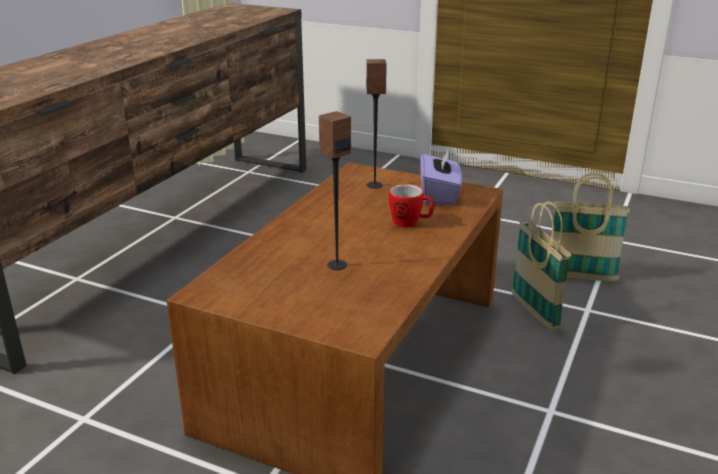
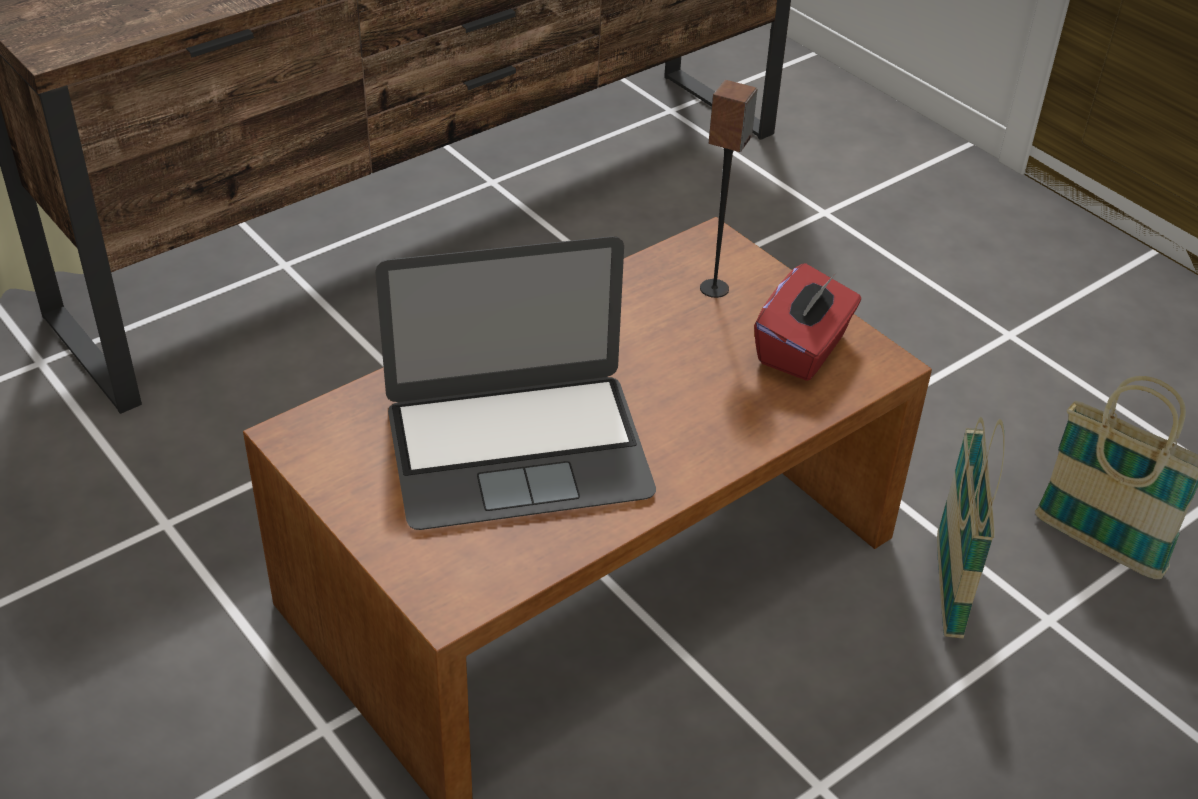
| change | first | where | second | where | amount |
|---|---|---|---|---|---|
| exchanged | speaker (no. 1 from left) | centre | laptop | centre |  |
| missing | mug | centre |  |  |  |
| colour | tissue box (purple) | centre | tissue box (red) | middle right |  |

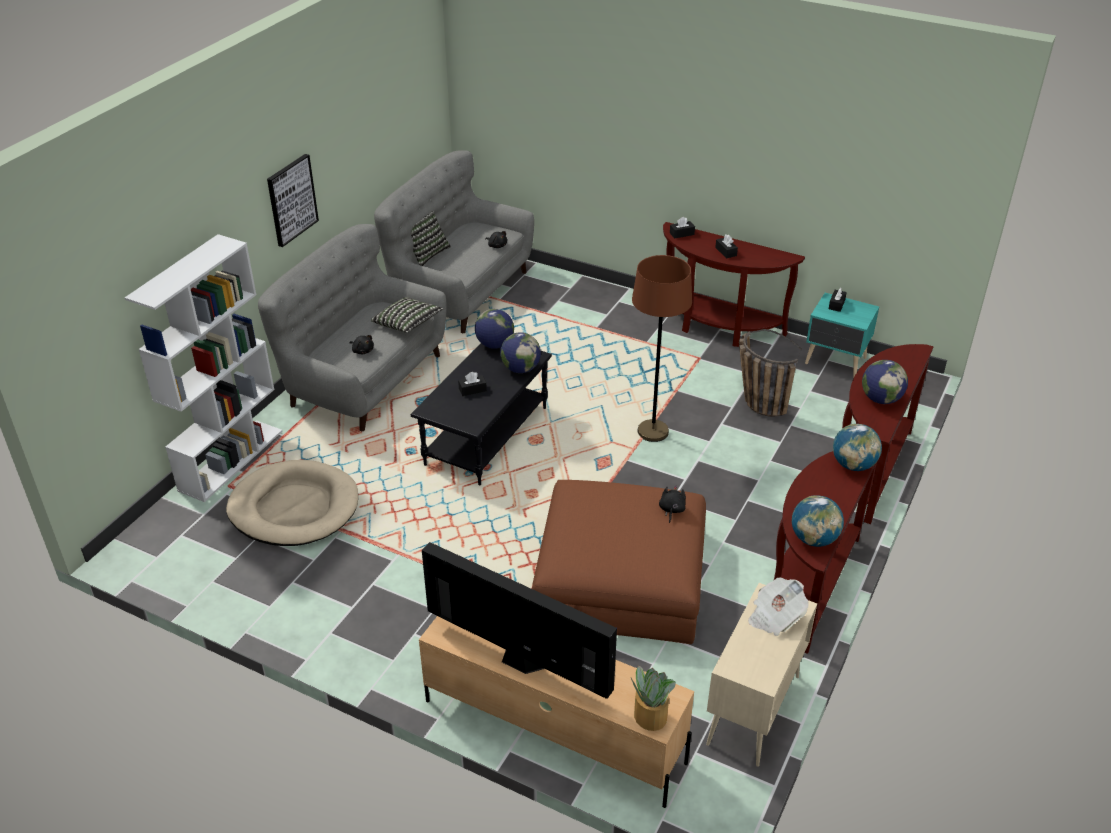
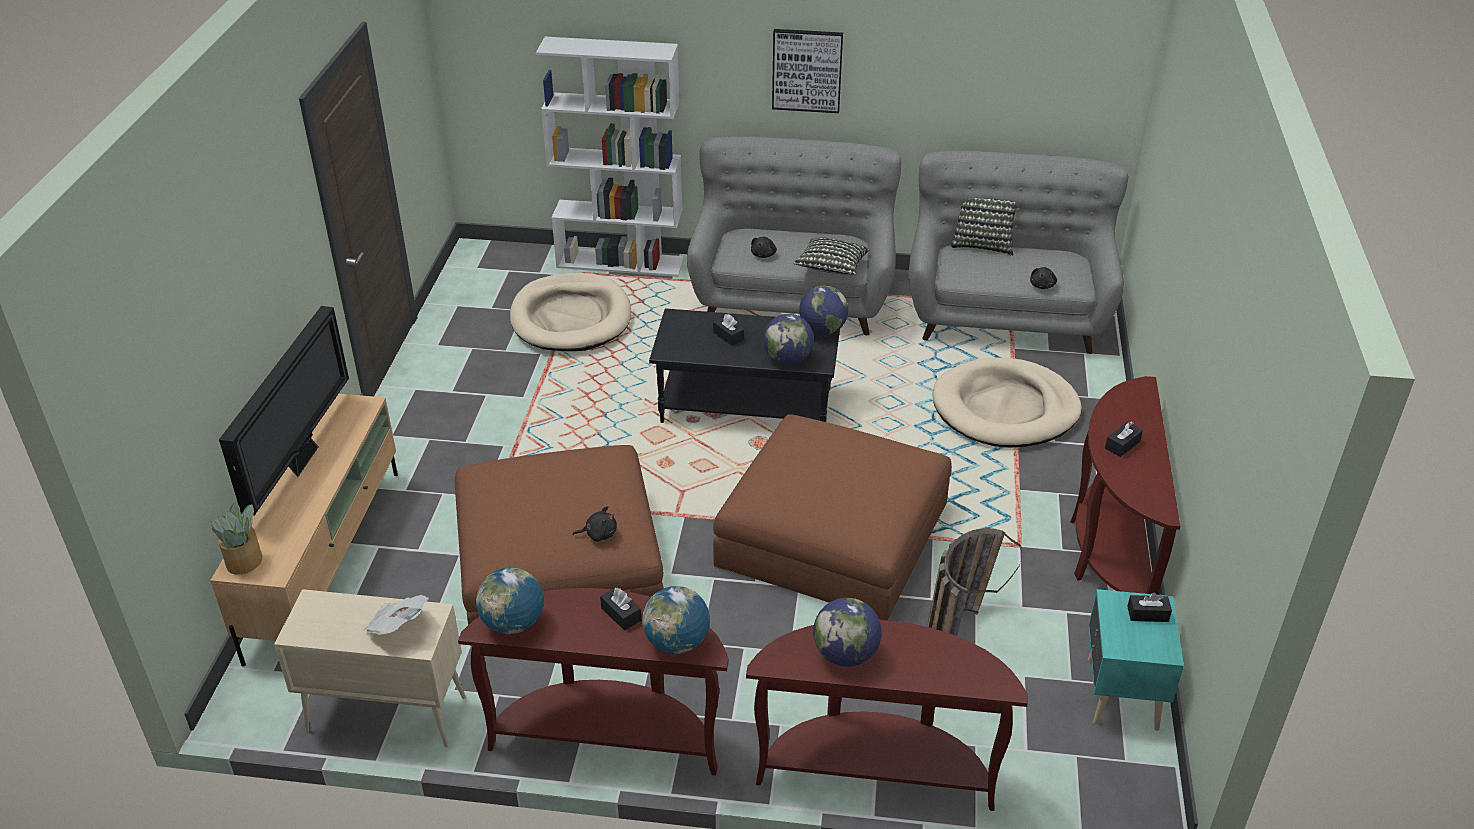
| change | first | where | second | where | amount |
|---|---|---|---|---|---|
| exchanged | floor lamp (brown) | centre | ottoman (brown) (no. 2 from left) | centre |  |
| relocated | tissue box (black) (no. 2 from left in the first image) | top centre | tissue box (black) (no. 1 from left) | bottom centre |  |
| appeared |  |  | dog bed (beige) (no. 2 from left) | middle right |  |

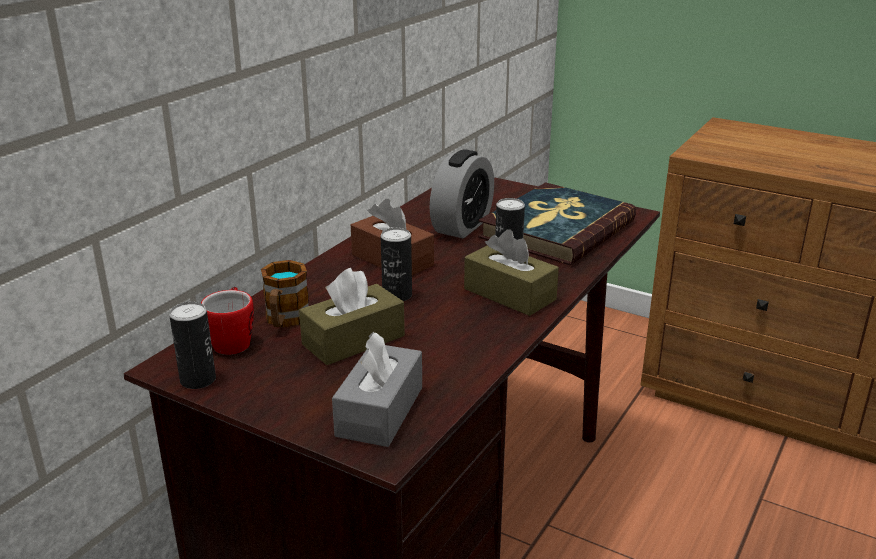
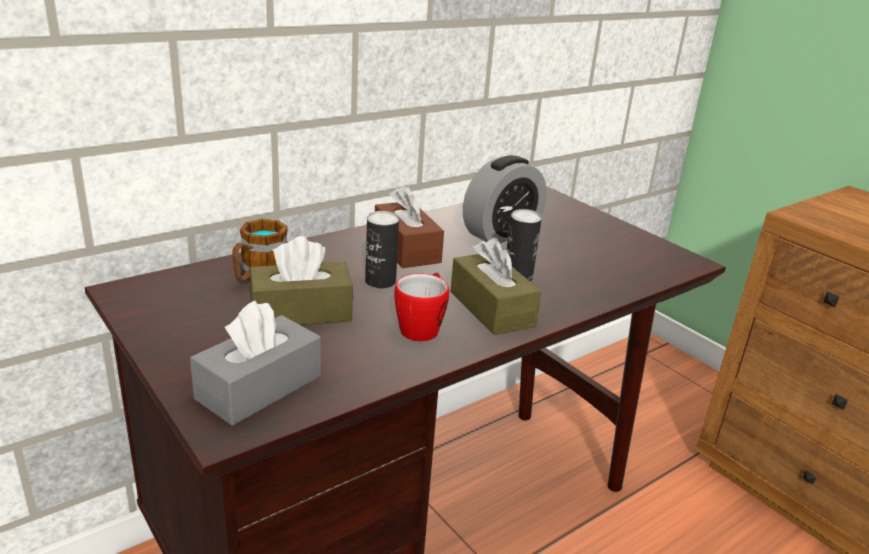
| change | first | where | second | where | amount |
|---|---|---|---|---|---|
| missing | can (no. 1 from left) | middle left |  |  |  |
| relocated | mug (no. 1 from left in the first image) | middle left | mug (no. 2 from left) | centre |  |
| missing | book | centre |  |  |  |

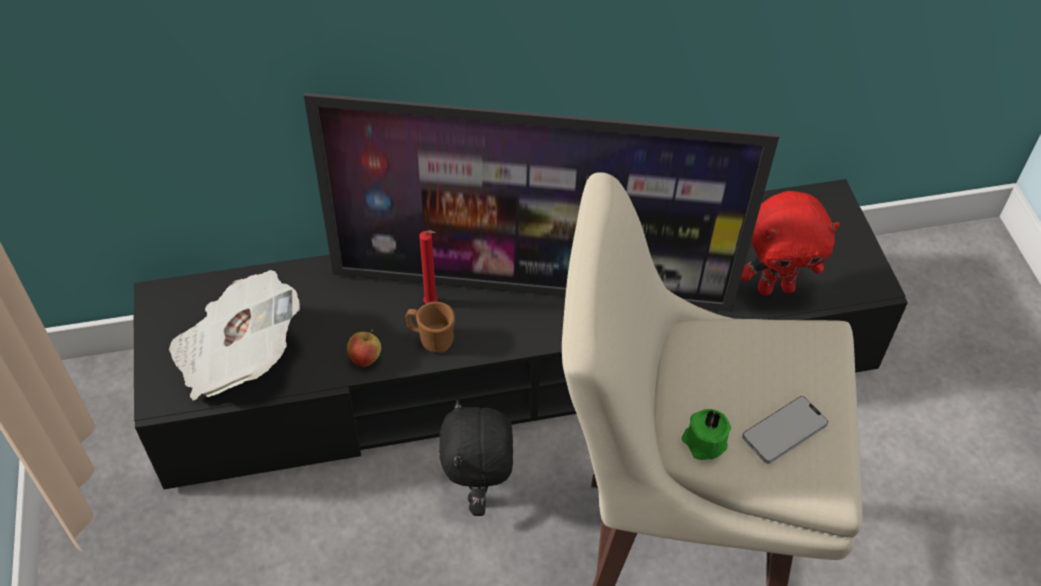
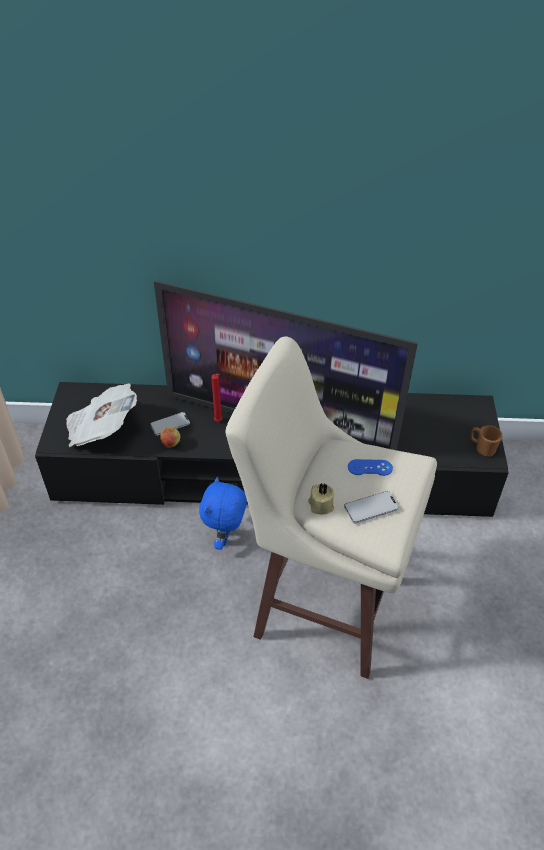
| change | first | where | second | where | amount |
|---|---|---|---|---|---|
| relocated | mug (brown) | centre |  | middle right |  |
| colour | plush toy (black) | bottom centre | plush toy (blue) | centre |  |
| colour | candle (green) | bottom right | candle (beige) | centre |  |
| missing | plush toy (red) | middle right |  |  |  |
| appeared |  |  | phone (no. 1 from left) | middle left |  |
| appeared |  |  | game controller (blue) | middle right |  |

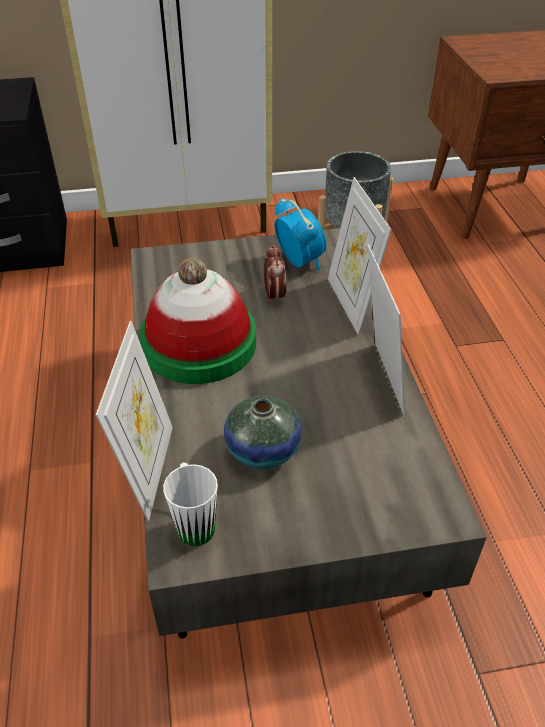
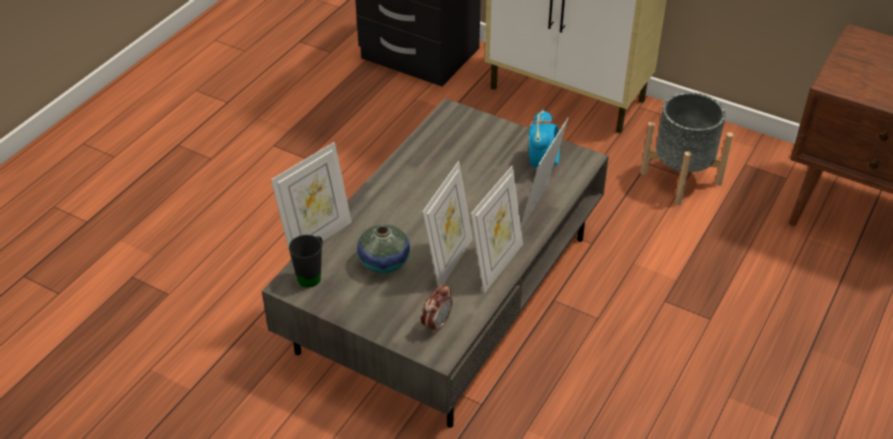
| change | first | where | second | where | amount |
|---|---|---|---|---|---|
| missing | hat | centre |  |  |  |
| colour | mug (white) | bottom centre | mug (black) | centre |  |
| relocated | alarm clock (no. 1 from left) | centre |  | bottom centre |  |
| appeared |  |  | picture frame (no. 2 from left) | centre |  |

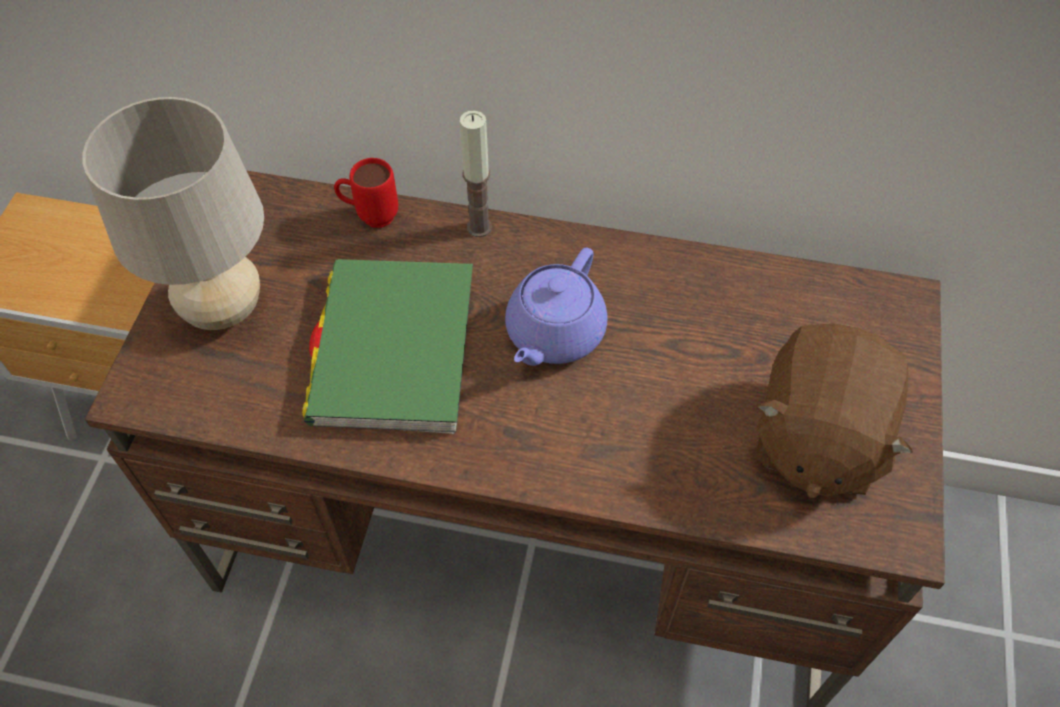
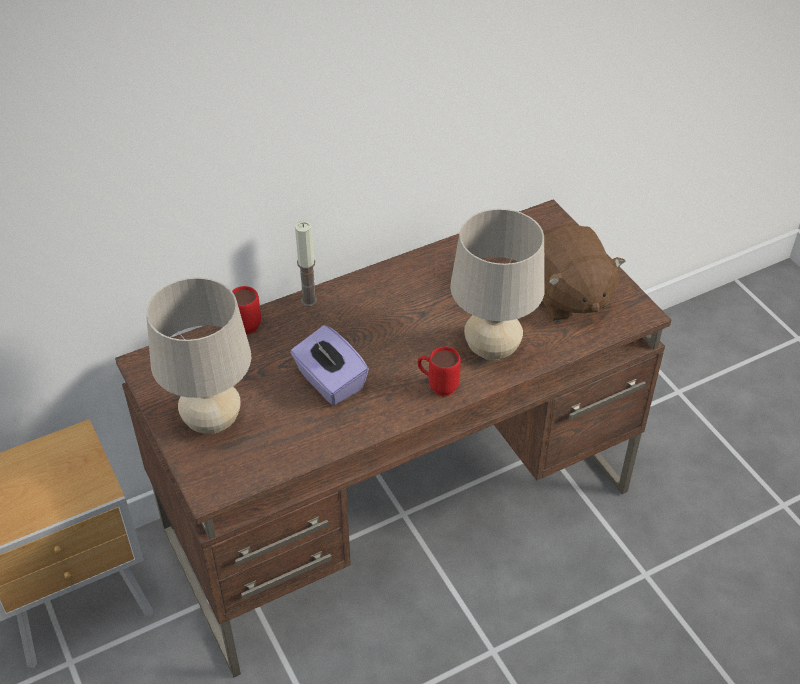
| change | first | where | second | where | amount |
|---|---|---|---|---|---|
| exchanged | book (green) | centre | tissue box (purple) | centre |  |
| missing | teapot (purple) | centre |  |  |  |
| appeared |  |  | mug (red) (no. 2 from left) | centre |  |
| appeared |  |  | table lamp (beige) (no. 2 from left) | centre |  |

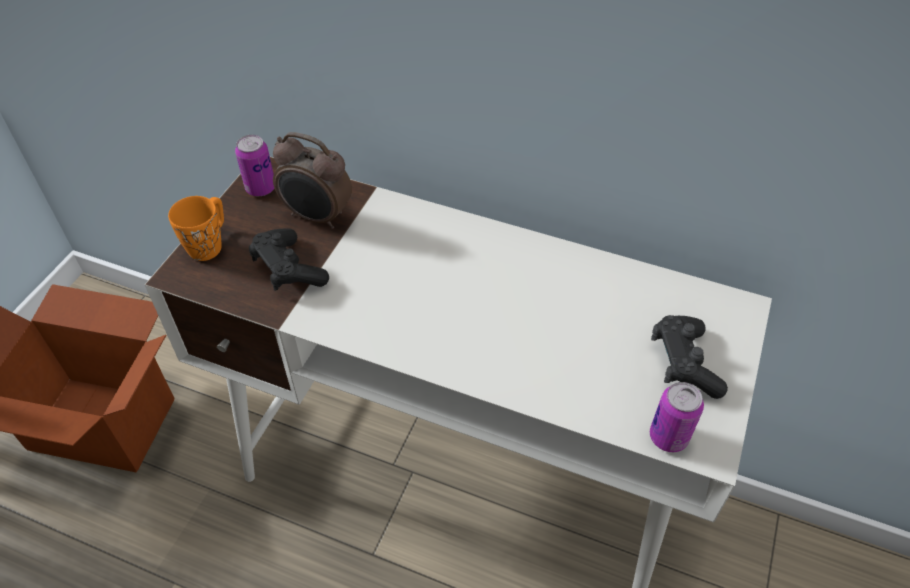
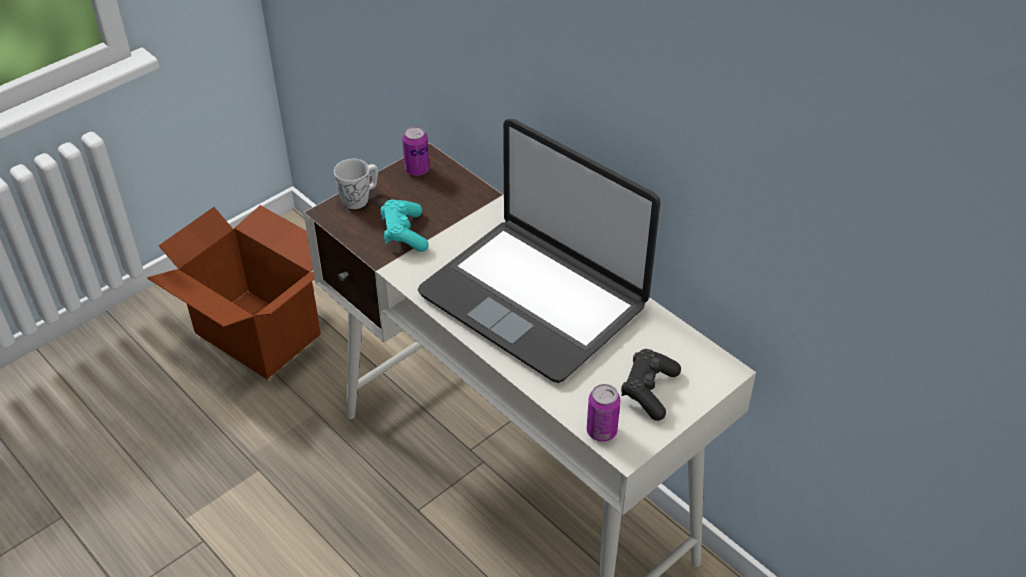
| change | first | where | second | where | amount |
|---|---|---|---|---|---|
| colour | mug (orange) | middle left | mug (white) | top centre |  |
| colour | game controller (black) (no. 1 from left) | middle left | game controller (turquoise) | centre |  |
| missing | alarm clock | top centre |  |  |  |
| appeared |  |  | laptop | centre |  |

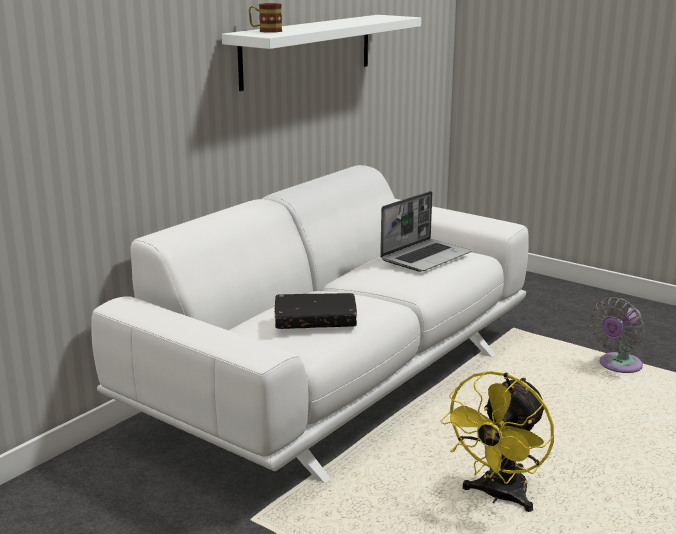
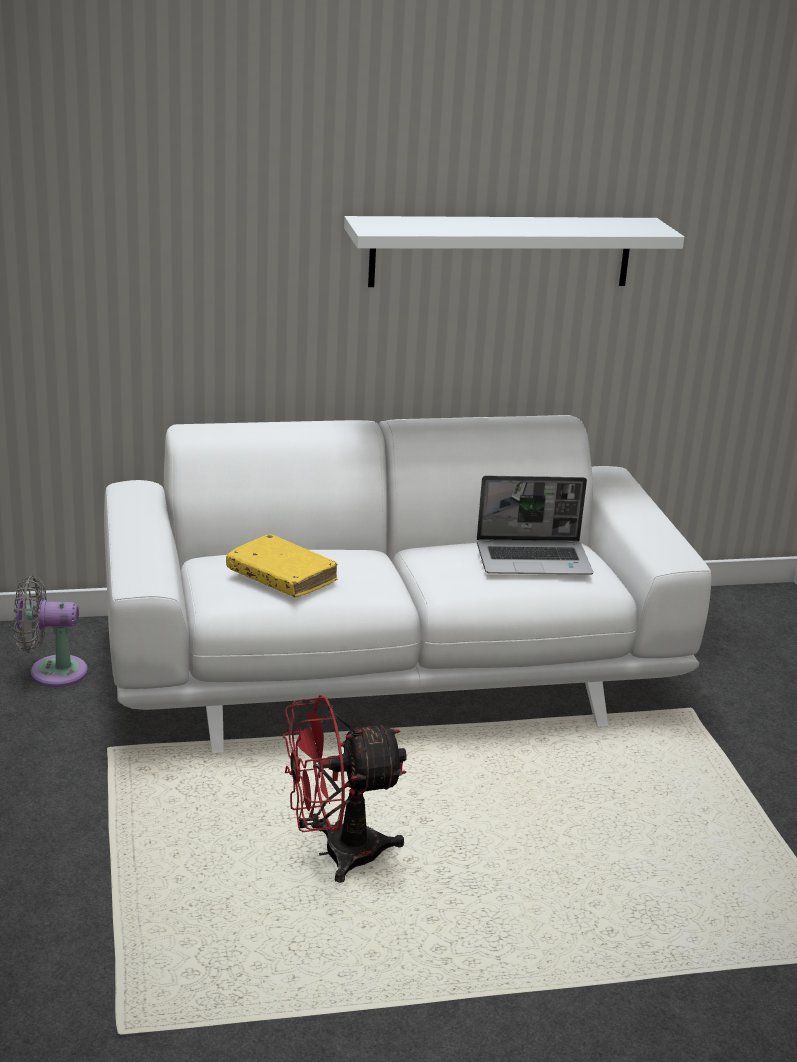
| change | first | where | second | where | amount |
|---|---|---|---|---|---|
| missing | mug | top centre |  |  |  |
| colour | book (black) | centre | book (yellow) | centre |  |
| colour | fan (yellow) | bottom right | fan (red) | bottom centre |  |
| relocated | fan (grey) | middle right |  | middle left |  |

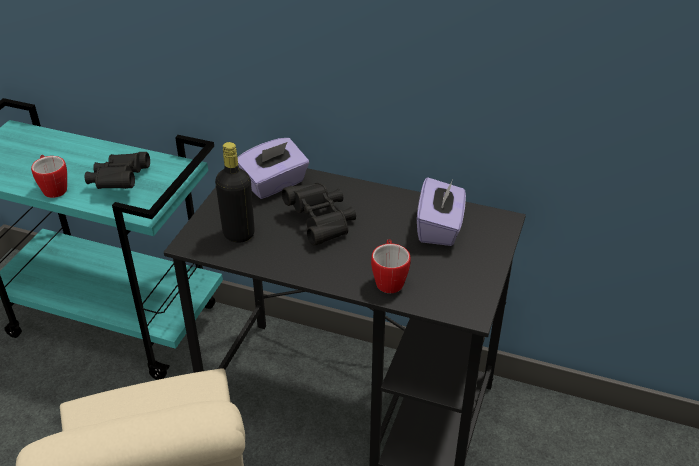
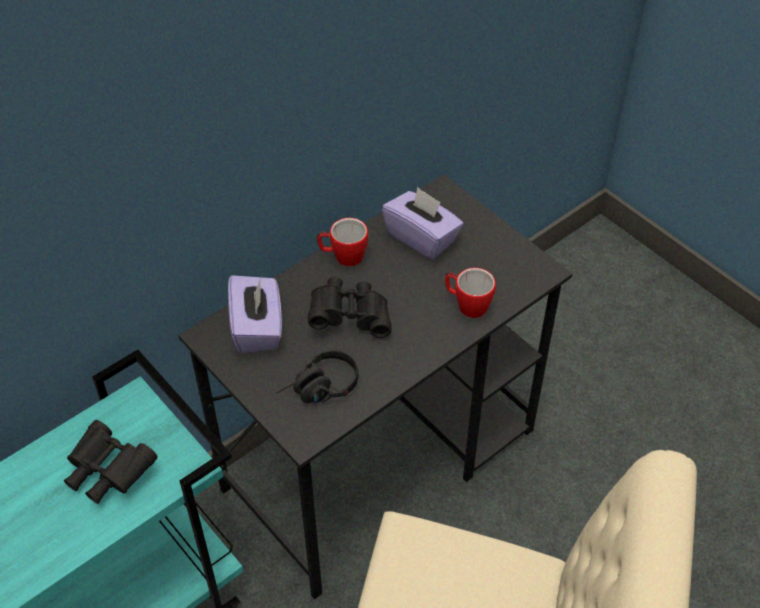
| change | first | where | second | where | amount |
|---|---|---|---|---|---|
| relocated | mug (no. 1 from left) | middle left |  | centre |  |
| exchanged | bottle (black) | centre | headphones (black) | centre |  |

